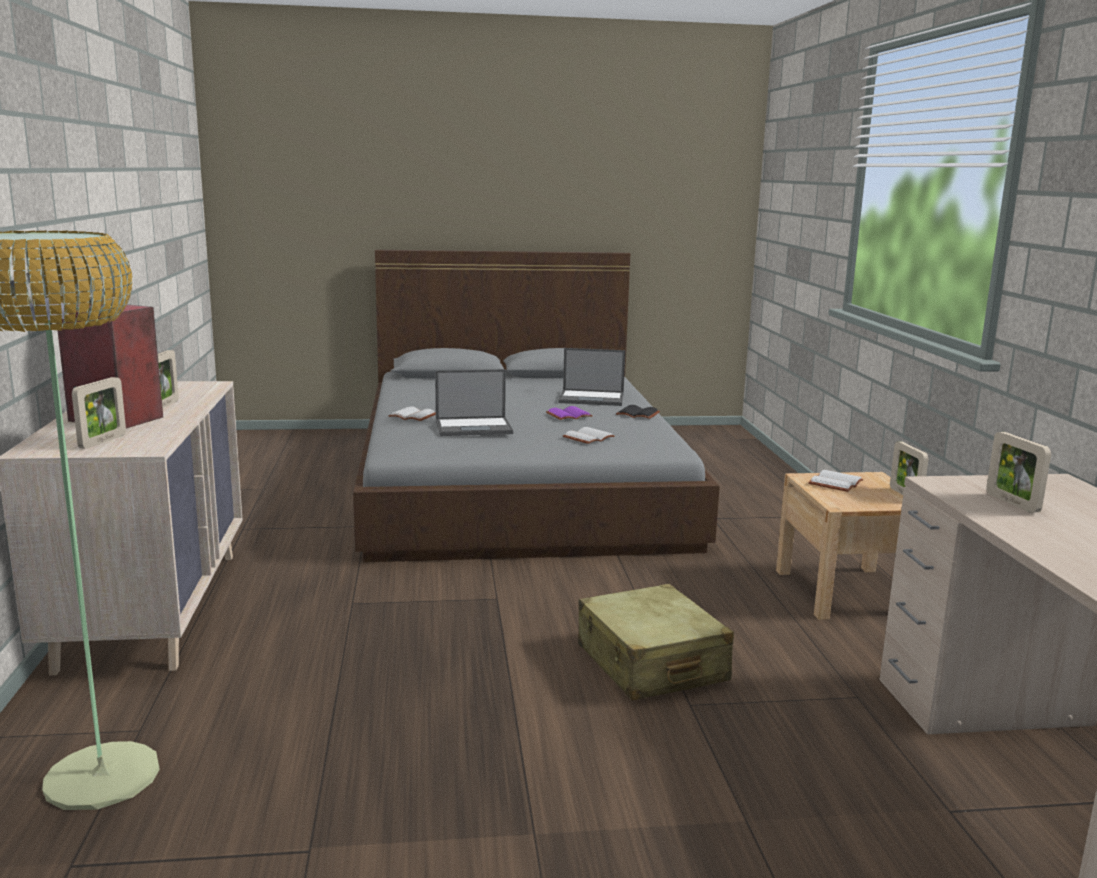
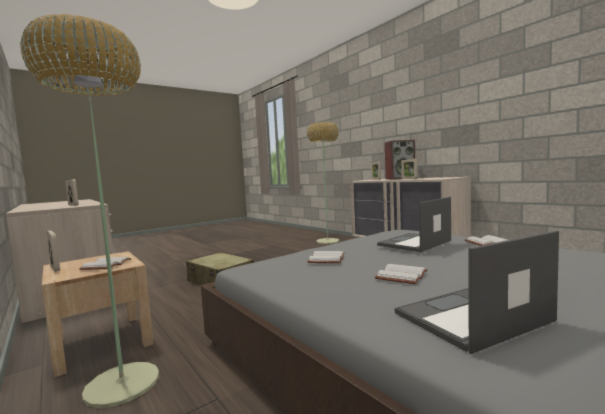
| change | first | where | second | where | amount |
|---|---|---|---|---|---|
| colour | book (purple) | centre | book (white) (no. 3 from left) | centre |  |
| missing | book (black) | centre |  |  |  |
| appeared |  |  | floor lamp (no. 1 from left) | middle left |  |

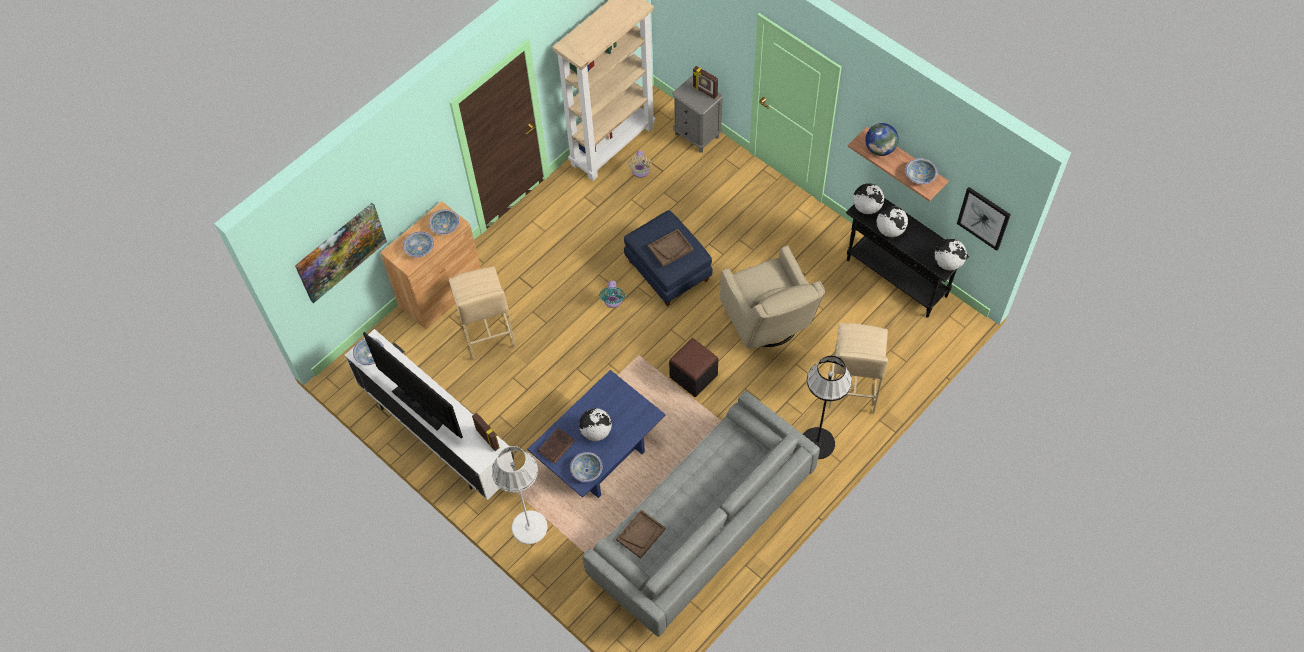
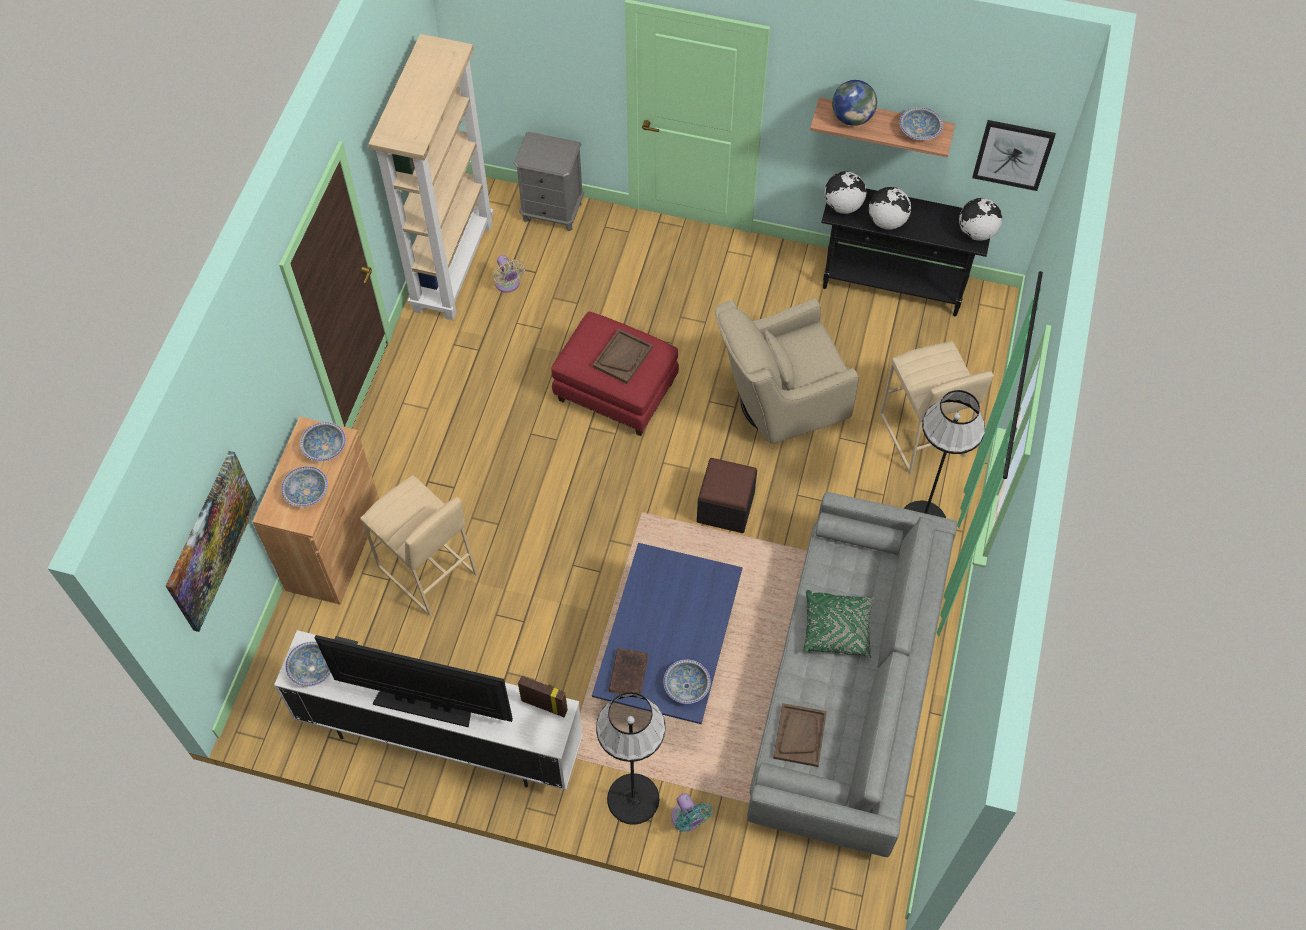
| change | first | where | second | where | amount |
|---|---|---|---|---|---|
| colour | floor lamp (white) | bottom centre | floor lamp (black) (no. 1 from left) | bottom centre |  |
| missing | globe (no. 1 from left) | centre |  |  |  |
| relocated | fan (turquoise) | centre |  | bottom centre |  |
| colour | ottoman (blue) | centre | ottoman (red) | centre |  |
| missing | picture frame (no. 2 from left) | top centre |  |  |  |
| spun | armchair (beige) | centre |  | centre | 120 degrees clockwise |
| appeared |  |  | pillow (green) | bottom centre |  |

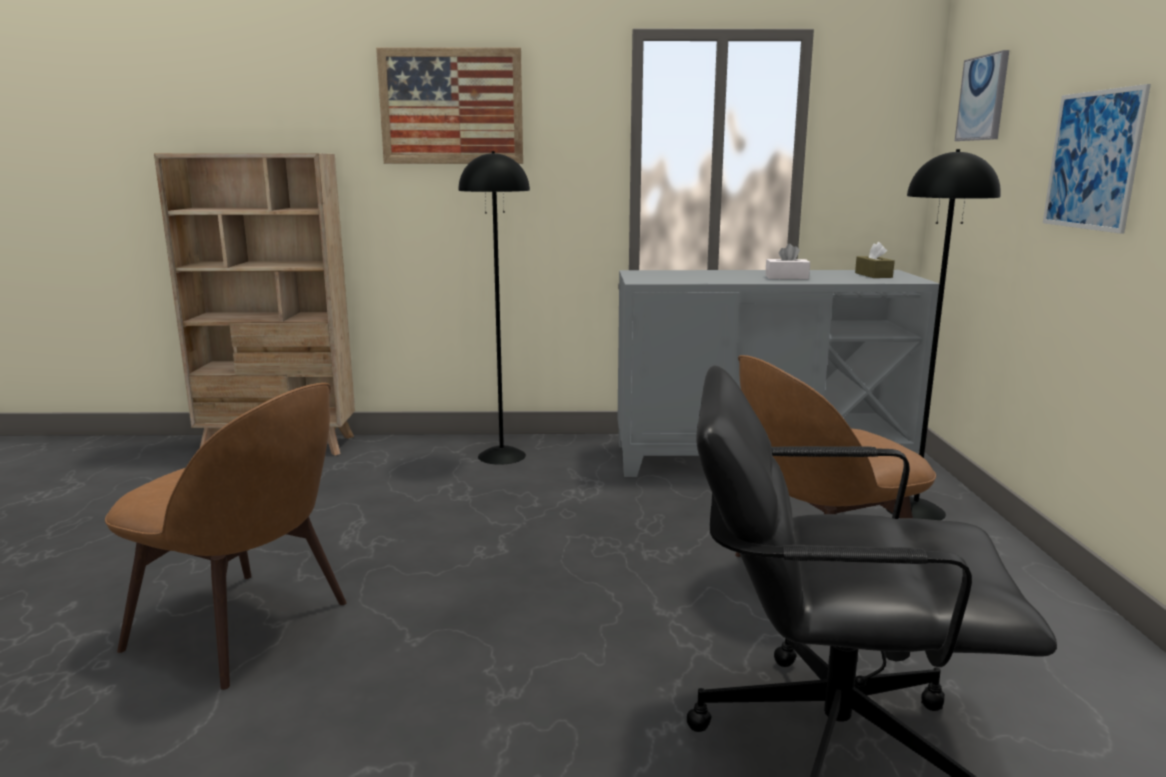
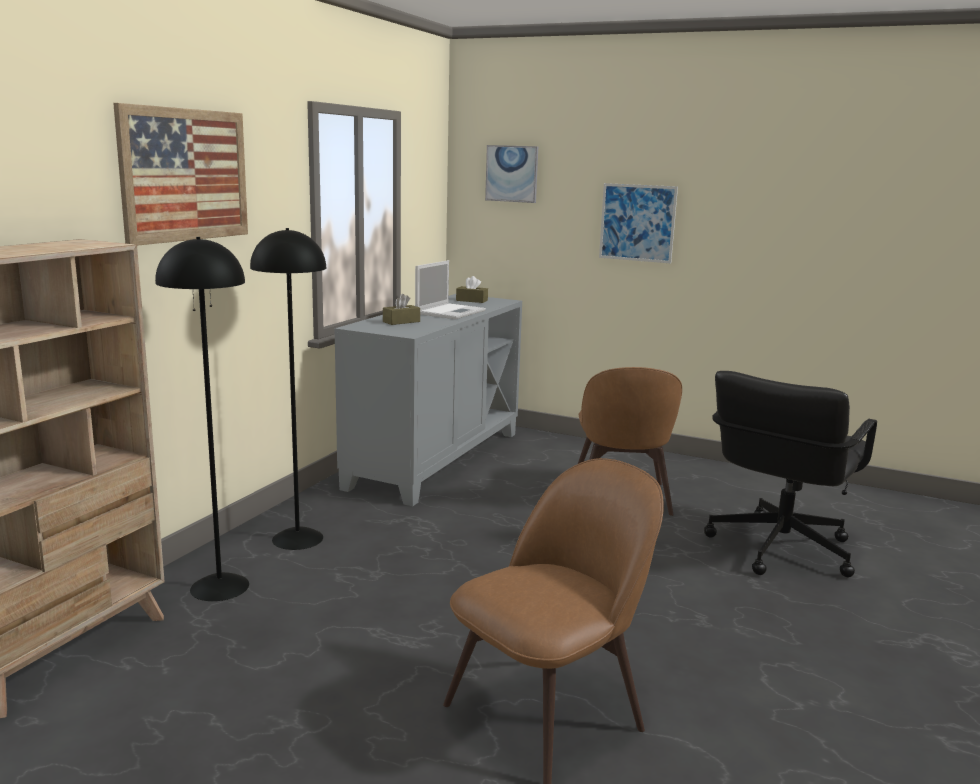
| change | first | where | second | where | amount |
|---|---|---|---|---|---|
| exchanged | tissue box (white) | middle right | laptop | centre |  |
| relocated | floor lamp (black) (no. 2 from left in the first image) | middle right | floor lamp (black) (no. 1 from left) | middle left |  |
| appeared |  |  | tissue box (brown) (no. 1 from left) | centre |  |

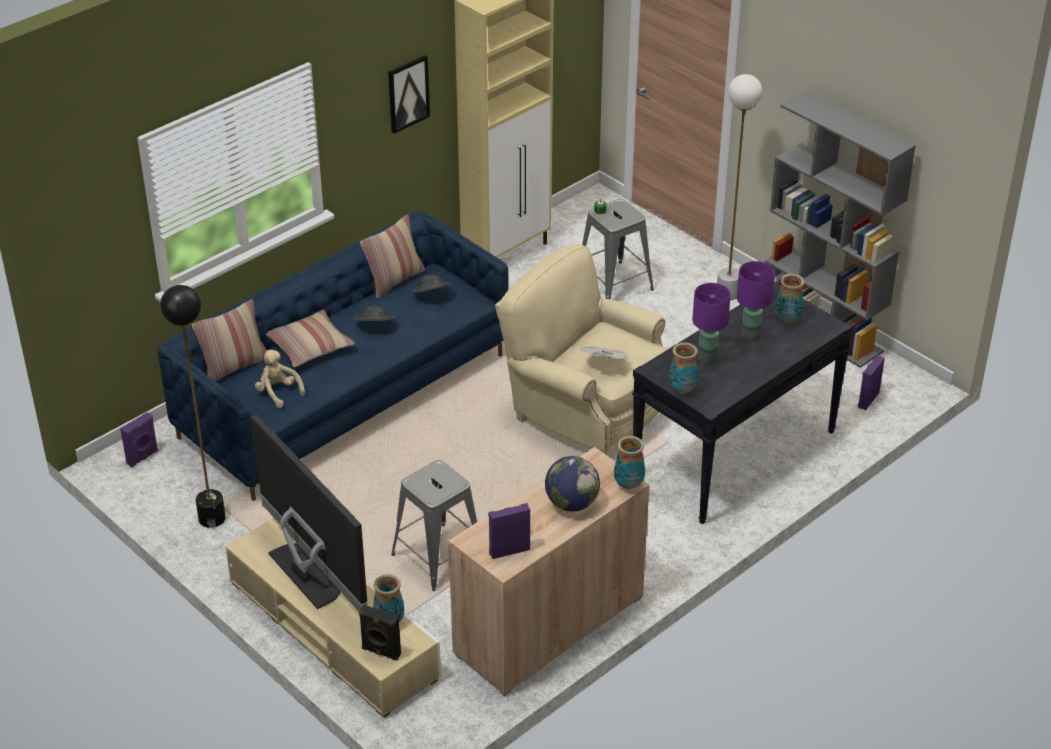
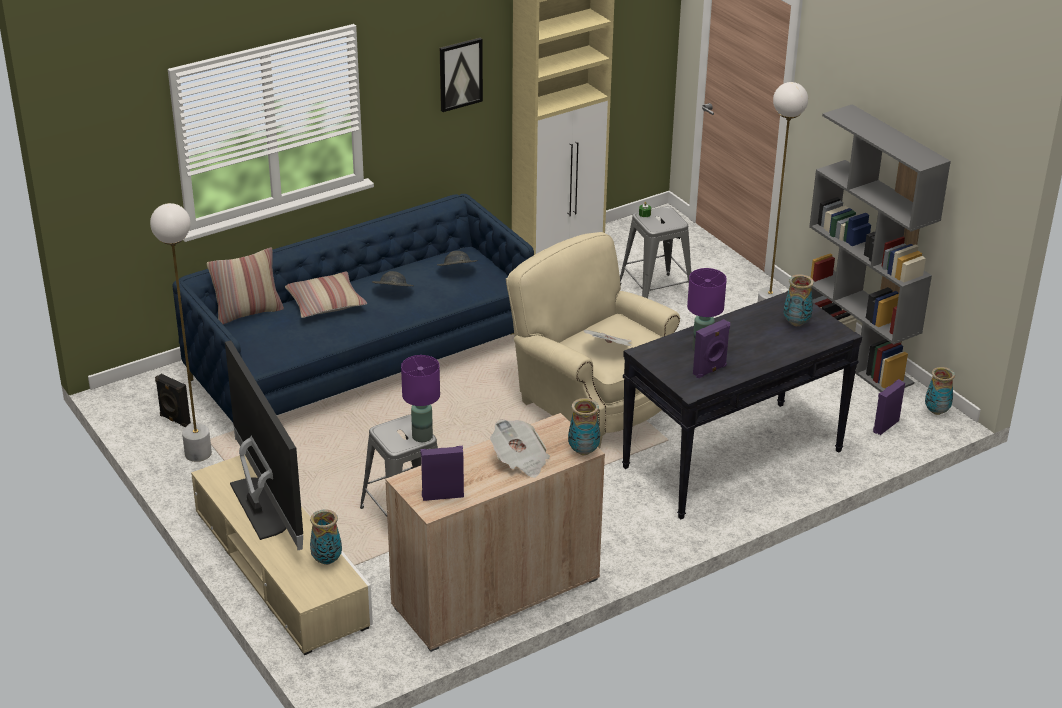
| change | first | where | second | where | amount |
|---|---|---|---|---|---|
| relocated | speaker (purple) (no. 1 from left in the first image) | middle left | speaker (purple) (no. 2 from left) | middle right |  |
| colour | floor lamp (black) | middle left | floor lamp (white) (no. 1 from left) | middle left |  |
| missing | plush toy (beige) | middle left |  |  |  |
| relocated | speaker (black) | bottom centre |  | middle left |  |
| missing | pillow (no. 3 from left) | centre |  |  |  |
| exchanged | globe | centre | newspaper (no. 1 from left) | centre |  |
| relocated | vase (no. 3 from left in the first image) | centre | vase (no. 4 from left) | middle right |  |
| relocated | table lamp (purple) (no. 2 from left in the first image) | middle right | table lamp (purple) (no. 1 from left) | centre |  |

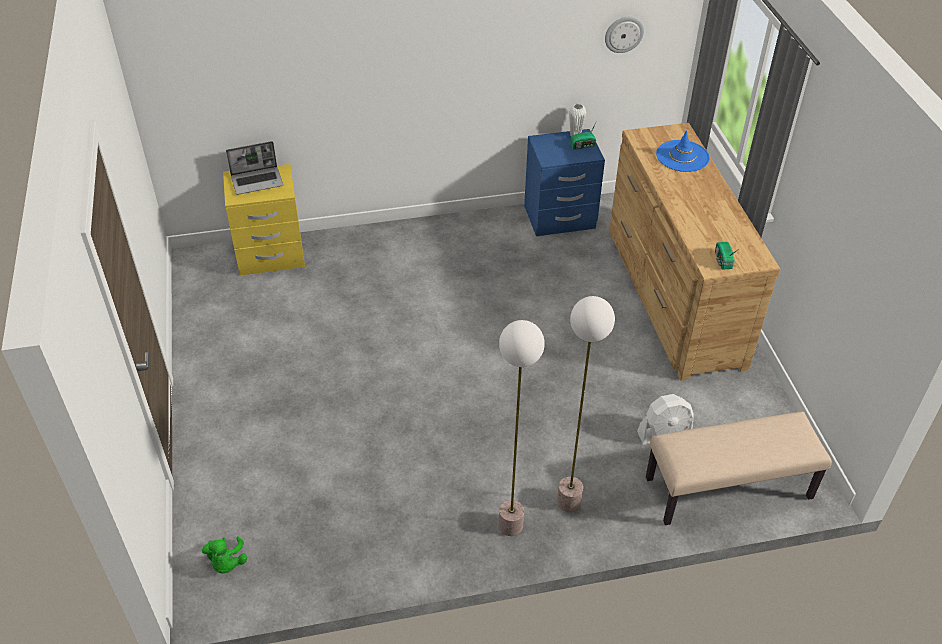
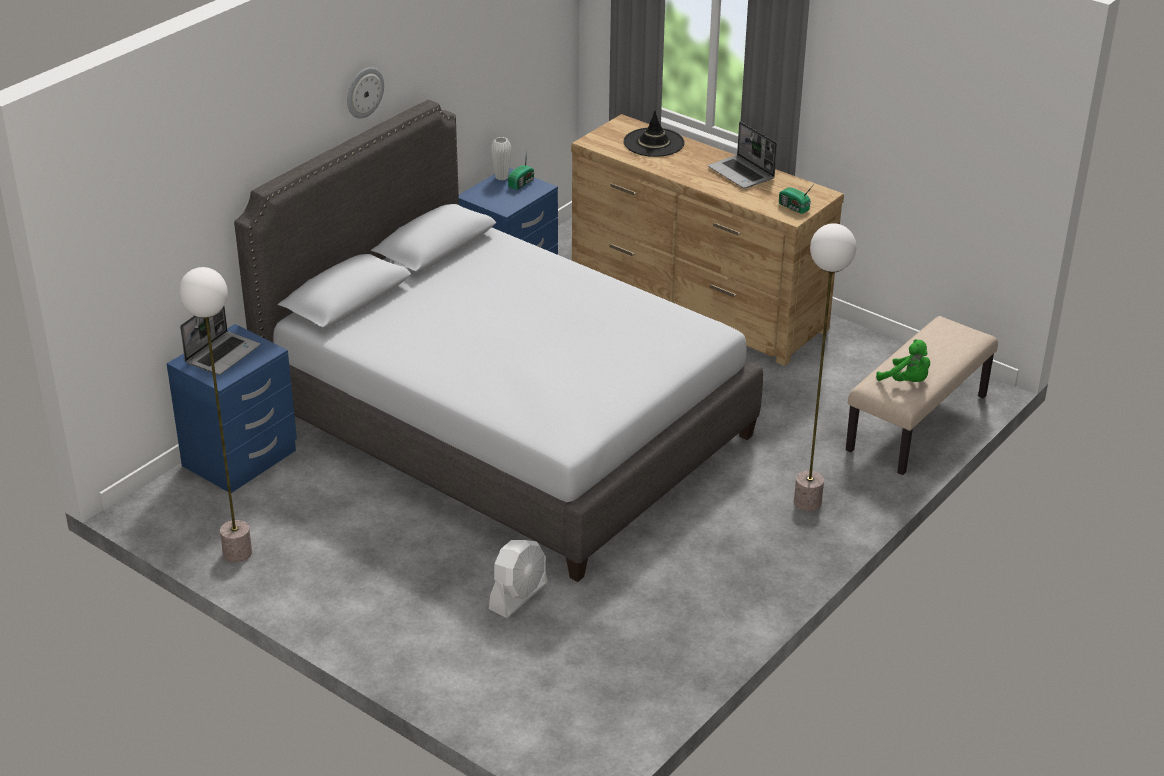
| change | first | where | second | where | amount |
|---|---|---|---|---|---|
| relocated | plush toy (green) | bottom left |  | middle right |  |
| colour | nightstand (yellow) | middle left | nightstand (blue) (no. 1 from left) | middle left |  |
| relocated | floor lamp (no. 1 from left) | centre |  | middle left |  |
| relocated | wall clock | top centre |  | top left |  |
| relocated | fan (white) | middle right |  | bottom centre |  |
| colour | hat (blue) | top right | hat (black) | top centre |  |
| appeared |  |  | bed (grey) | centre |  |
| appeared |  |  | laptop (no. 2 from left) | top centre |  |

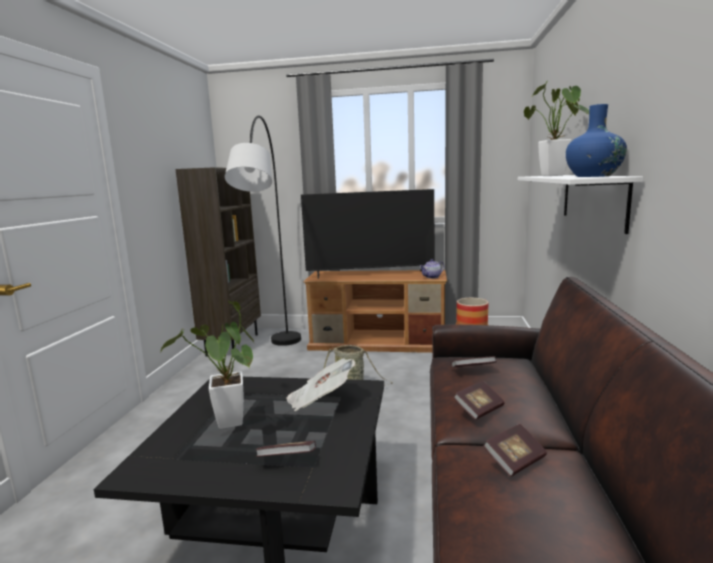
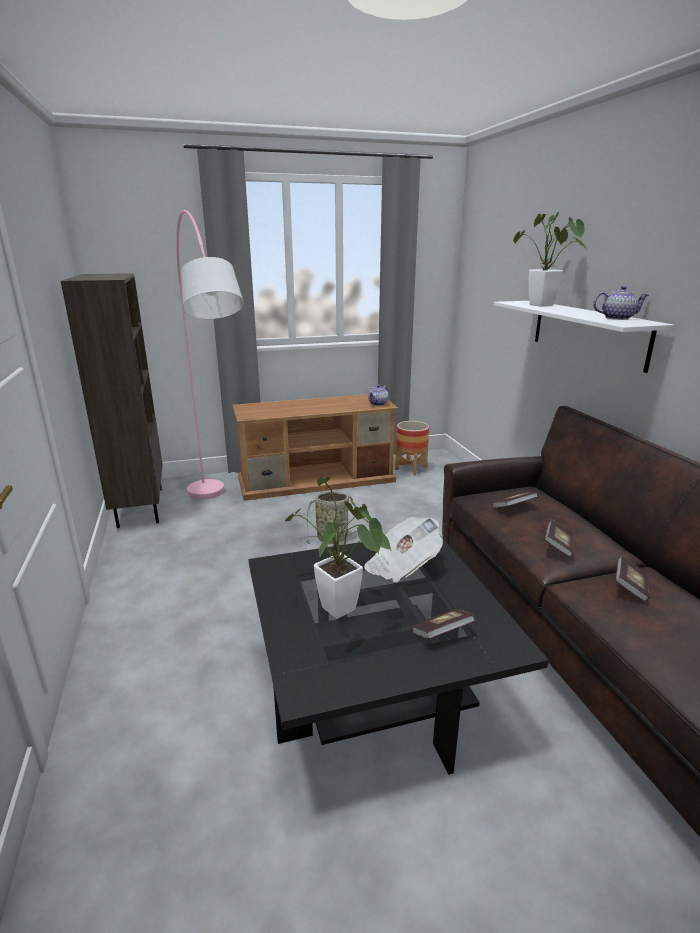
| change | first | where | second | where | amount |
|---|---|---|---|---|---|
| colour | floor lamp (black) | centre | floor lamp (pink) | middle left |  |
| missing | television | centre |  |  |  |
| exchanged | vase (blue) | top right | teapot (no. 2 from left) | top right |  |

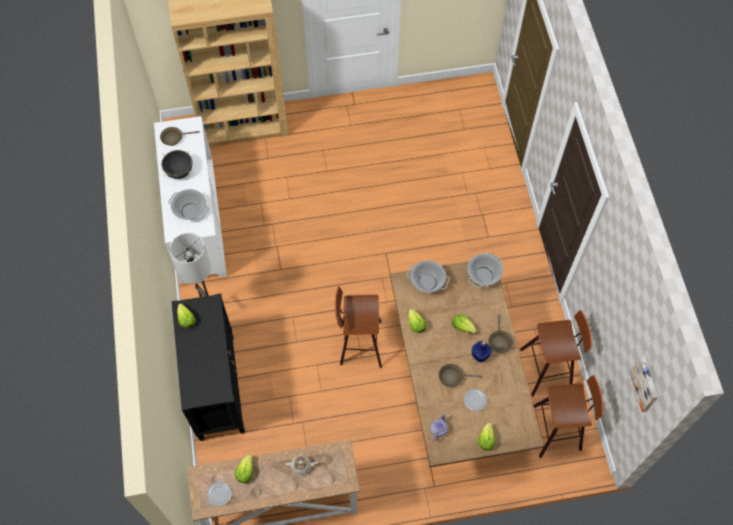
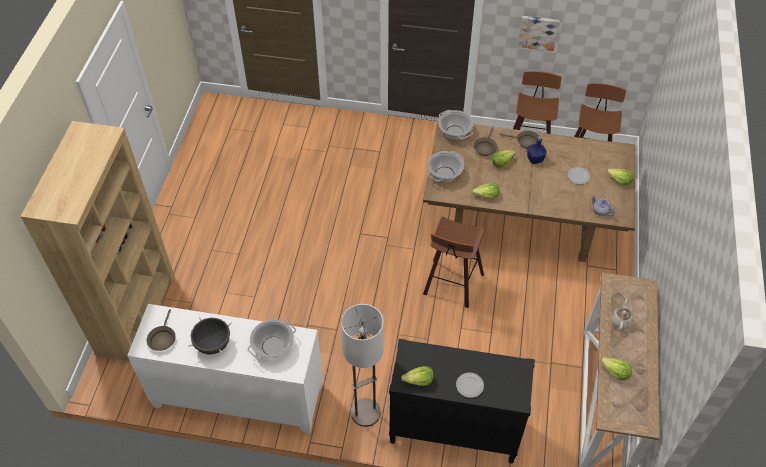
| change | first | where | second | where | amount |
|---|---|---|---|---|---|
| relocated | plate (no. 1 from left) | bottom left |  | bottom centre |  |
| relocated | frying pan (brown) (no. 2 from left) | bottom centre |  | top centre |  |
| relocated | picture | bottom right |  | top right |  |

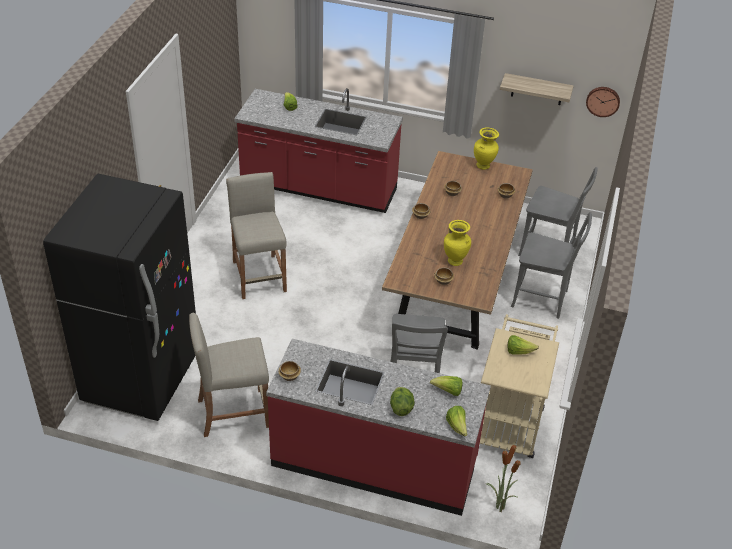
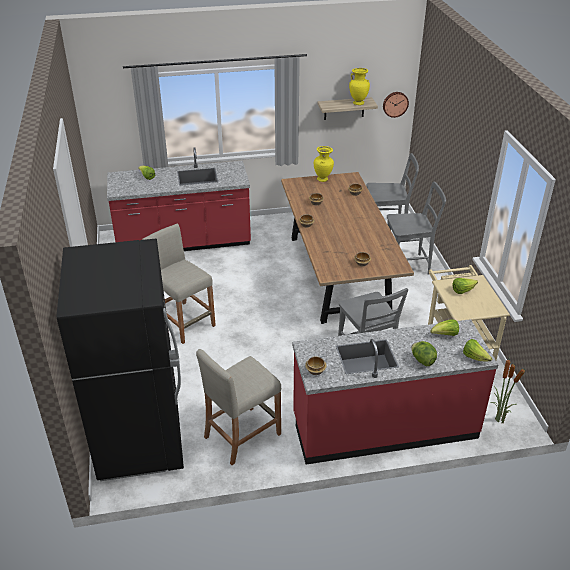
| change | first | where | second | where | amount |
|---|---|---|---|---|---|
| relocated | vase (yellow) (no. 1 from left in the first image) | centre | vase (yellow) (no. 2 from left) | top centre |  |

